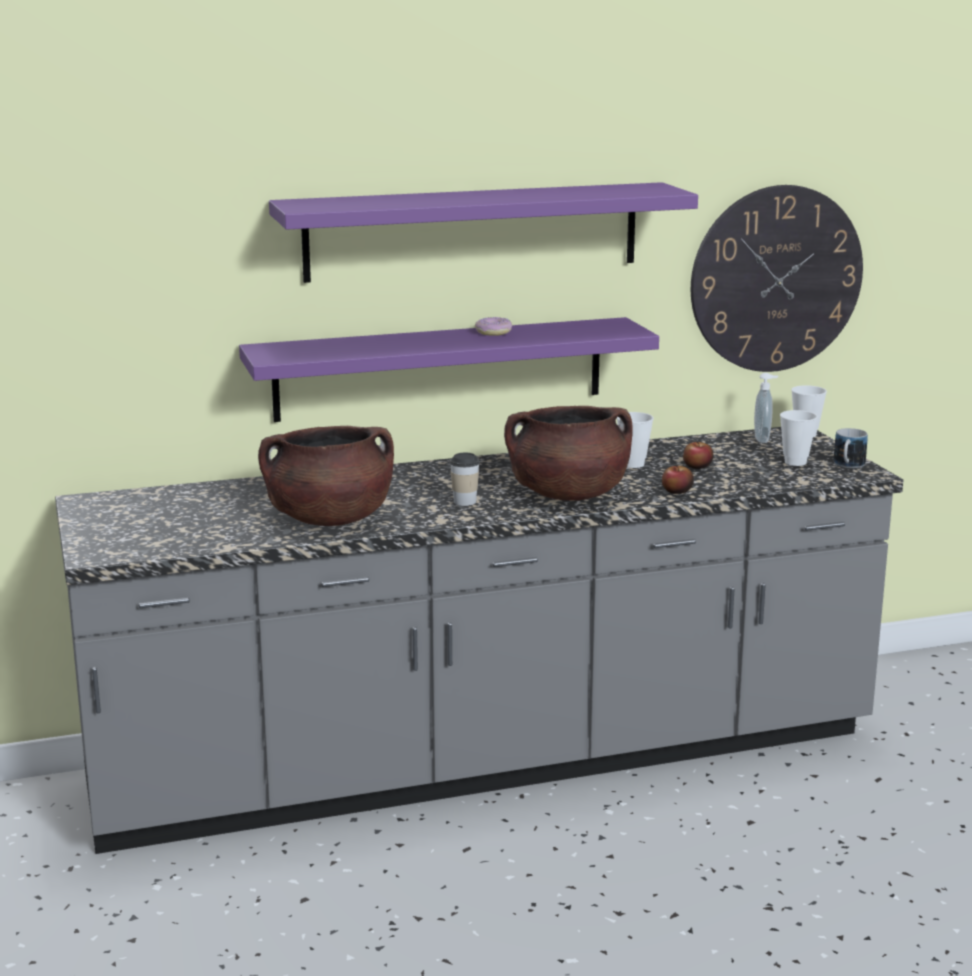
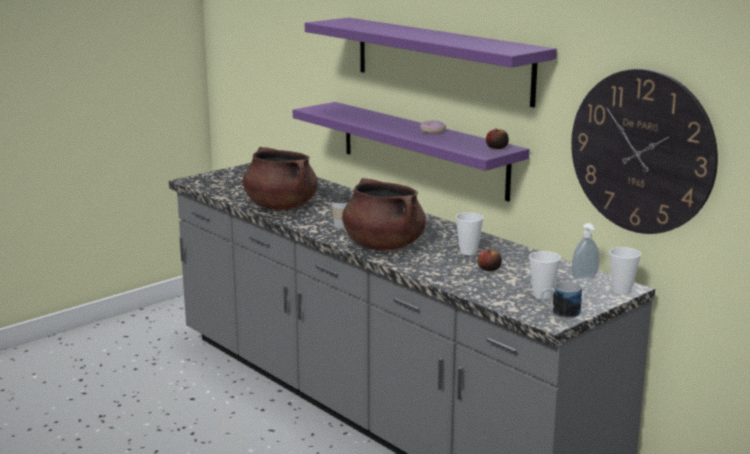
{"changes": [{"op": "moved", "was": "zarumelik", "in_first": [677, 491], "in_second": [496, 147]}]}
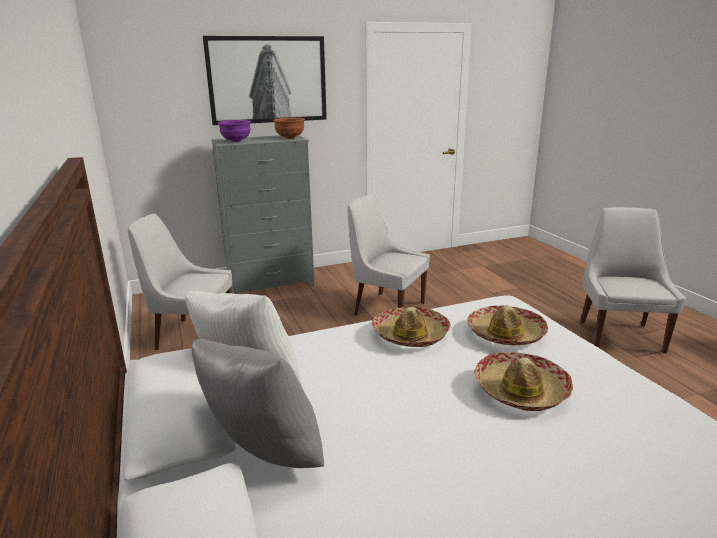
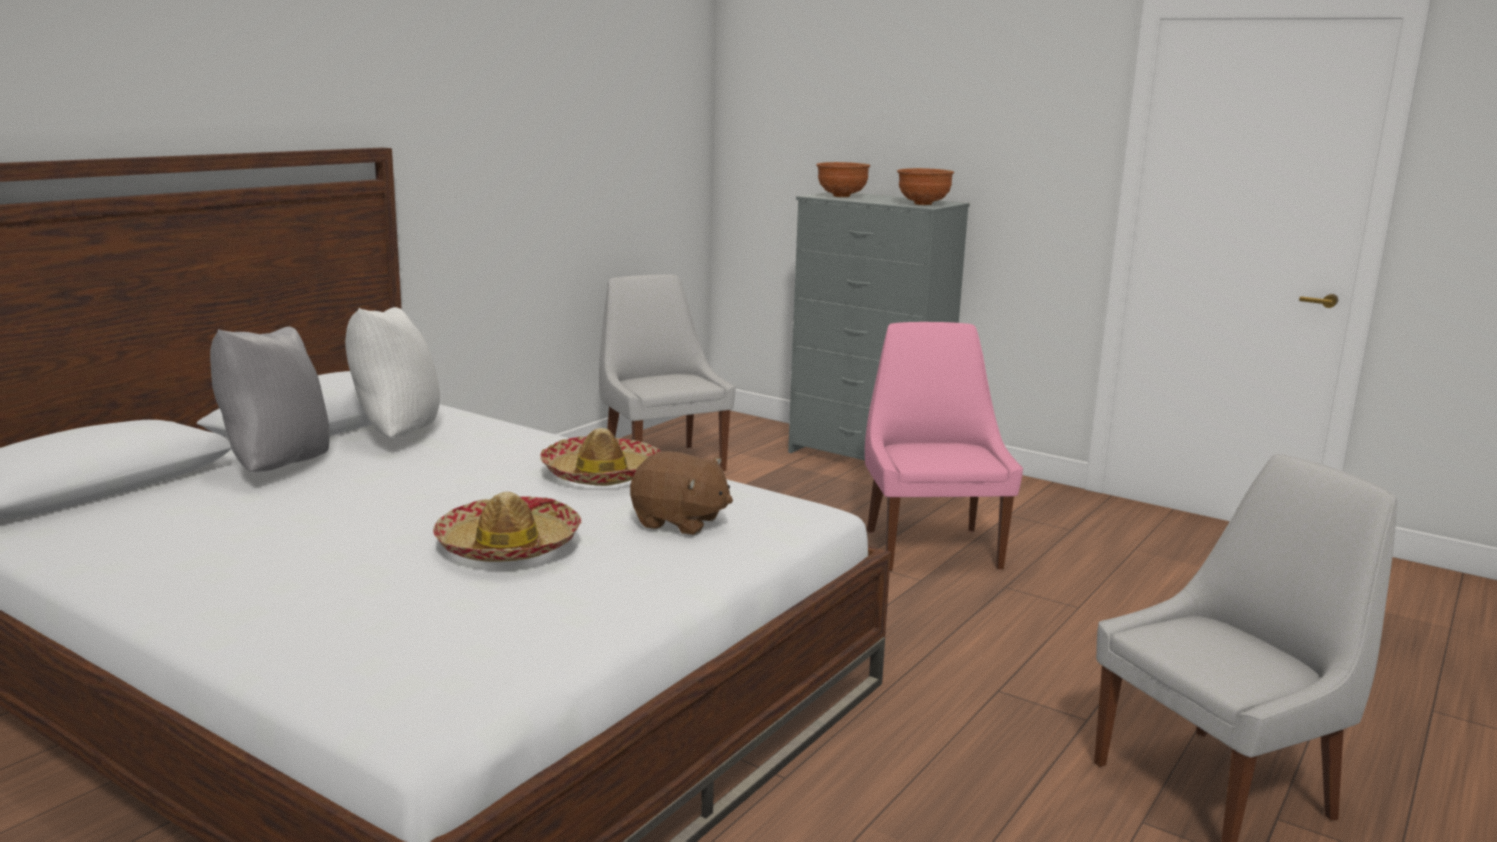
{"changes": [{"op": "removed", "was": "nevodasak", "in_first": [268, 80]}, {"op": "recoloured", "was": "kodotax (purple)", "now": "kodotax (brown)", "in_first": [235, 141], "in_second": [841, 196]}, {"op": "recoloured", "was": "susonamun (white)", "now": "susonamun (pink)", "in_first": [387, 308], "in_second": [931, 547]}, {"op": "replaced", "was": "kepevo", "now": "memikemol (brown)", "in_first": [505, 334], "in_second": [679, 522]}]}
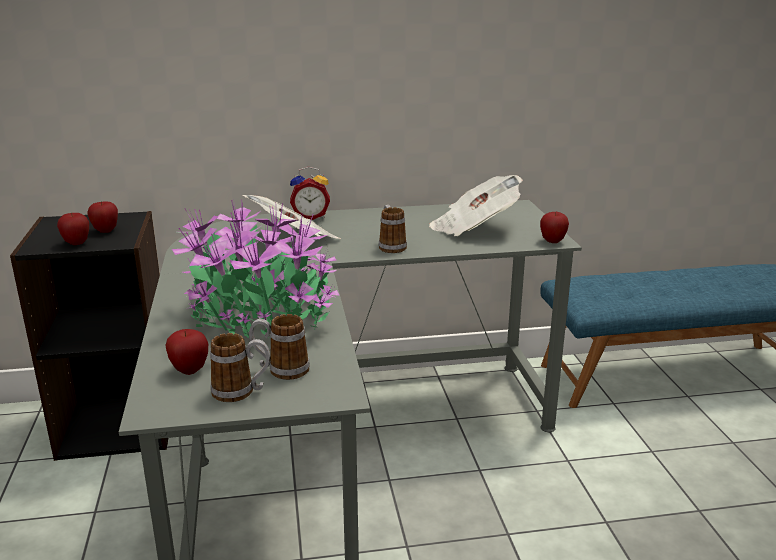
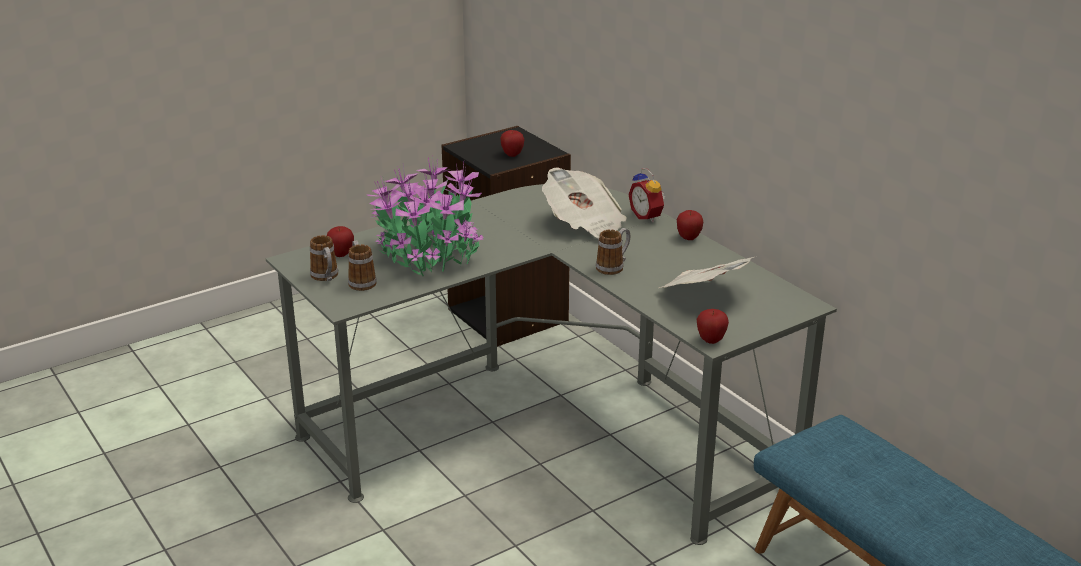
{"changes": [{"op": "moved", "was": "zarumelik", "in_first": [76, 243], "in_second": [688, 238]}]}
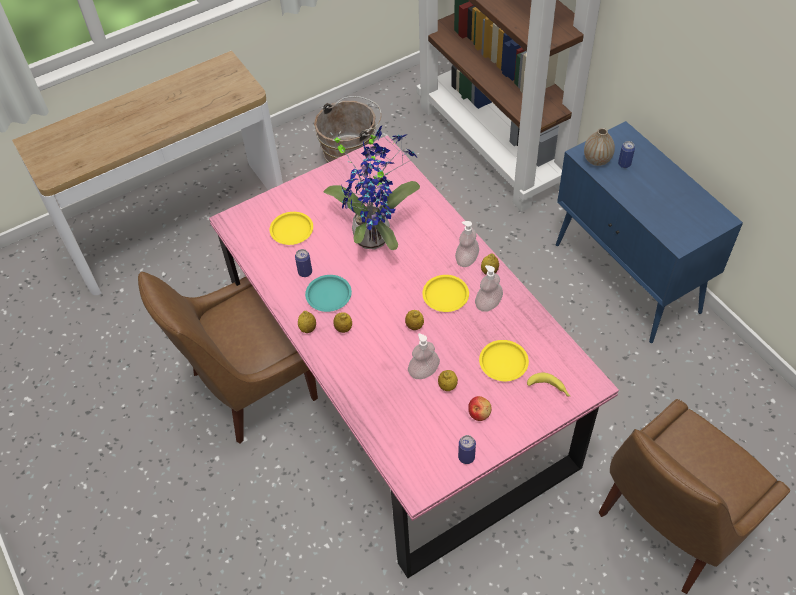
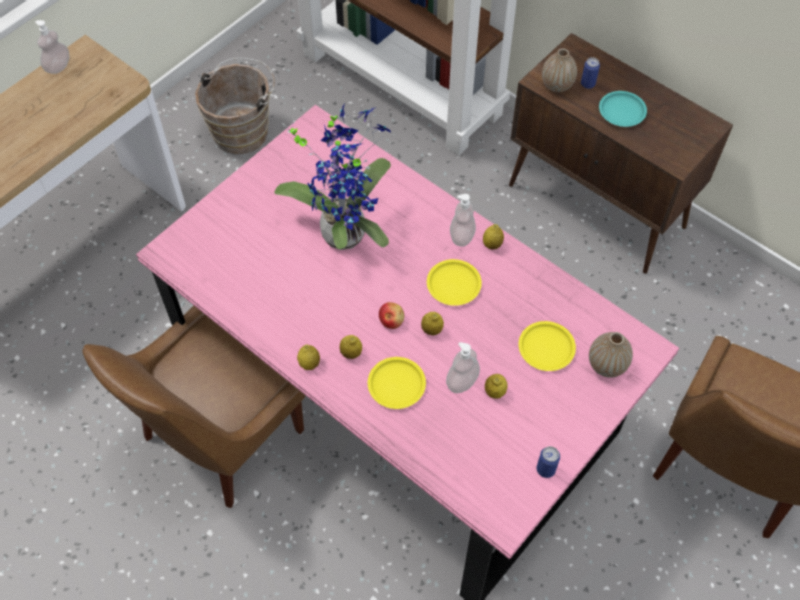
{"changes": [{"op": "recoloured", "was": "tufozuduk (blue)", "now": "tufozuduk (brown)", "in_first": [627, 279], "in_second": [597, 207]}, {"op": "moved", "was": "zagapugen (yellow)", "in_first": [291, 230], "in_second": [396, 384]}, {"op": "removed", "was": "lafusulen", "in_first": [305, 272]}, {"op": "moved", "was": "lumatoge", "in_first": [488, 304], "in_second": [58, 66]}, {"op": "moved", "was": "zagapugen (turquoise)", "in_first": [329, 295], "in_second": [622, 111]}, {"op": "replaced", "was": "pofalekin", "now": "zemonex", "in_first": [549, 388], "in_second": [606, 365]}, {"op": "moved", "was": "zarumelik", "in_first": [479, 413], "in_second": [391, 320]}]}
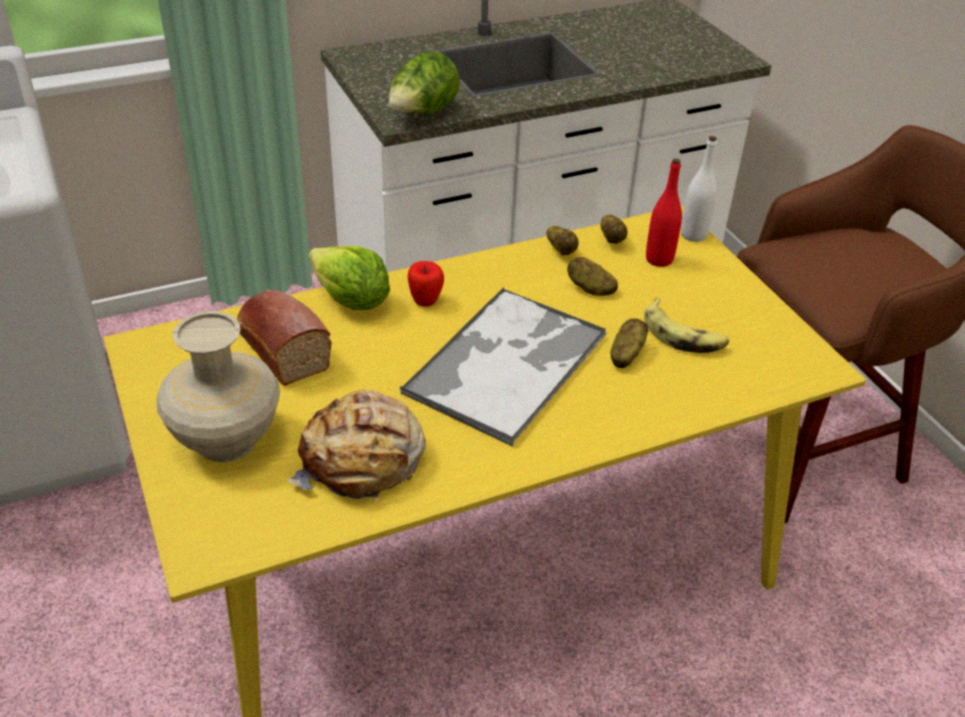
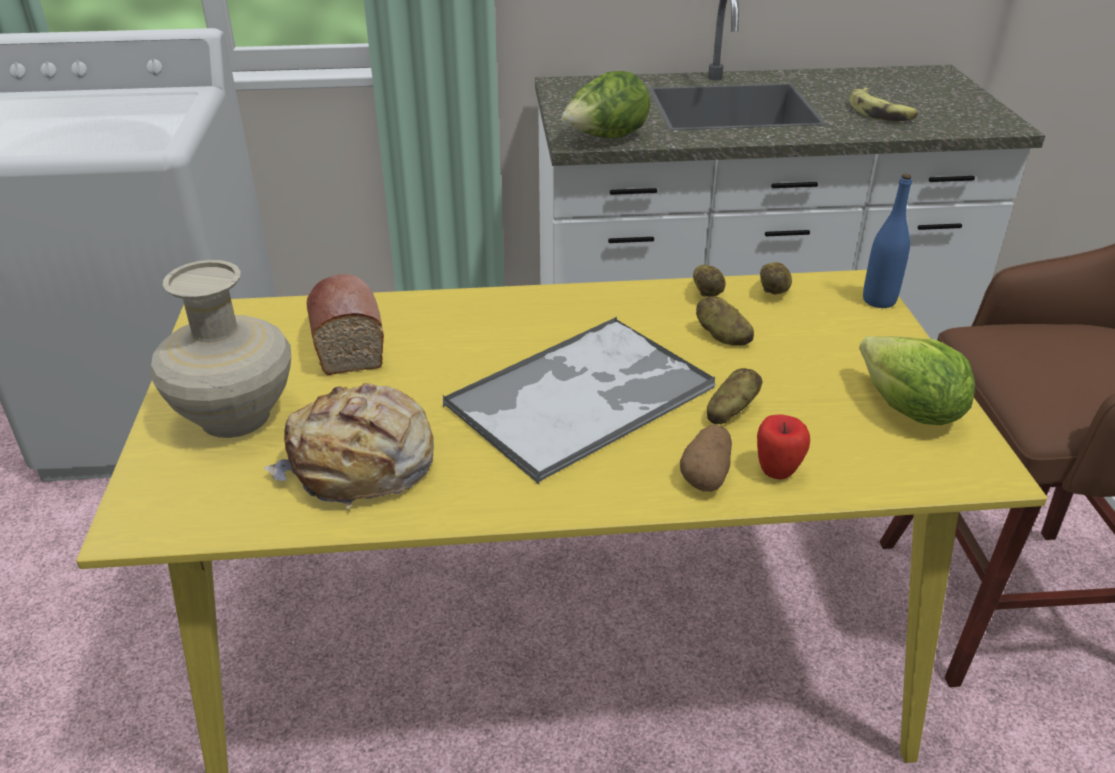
{"changes": [{"op": "recoloured", "was": "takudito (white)", "now": "takudito (blue)", "in_first": [693, 235], "in_second": [879, 300]}, {"op": "removed", "was": "takudito (red)", "in_first": [659, 259]}, {"op": "moved", "was": "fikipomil", "in_first": [351, 301], "in_second": [908, 410]}, {"op": "moved", "was": "zarumelik", "in_first": [425, 301], "in_second": [777, 471]}, {"op": "moved", "was": "pofalekin", "in_first": [683, 335], "in_second": [880, 113]}, {"op": "added", "now": "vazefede", "in_second": [707, 474]}]}
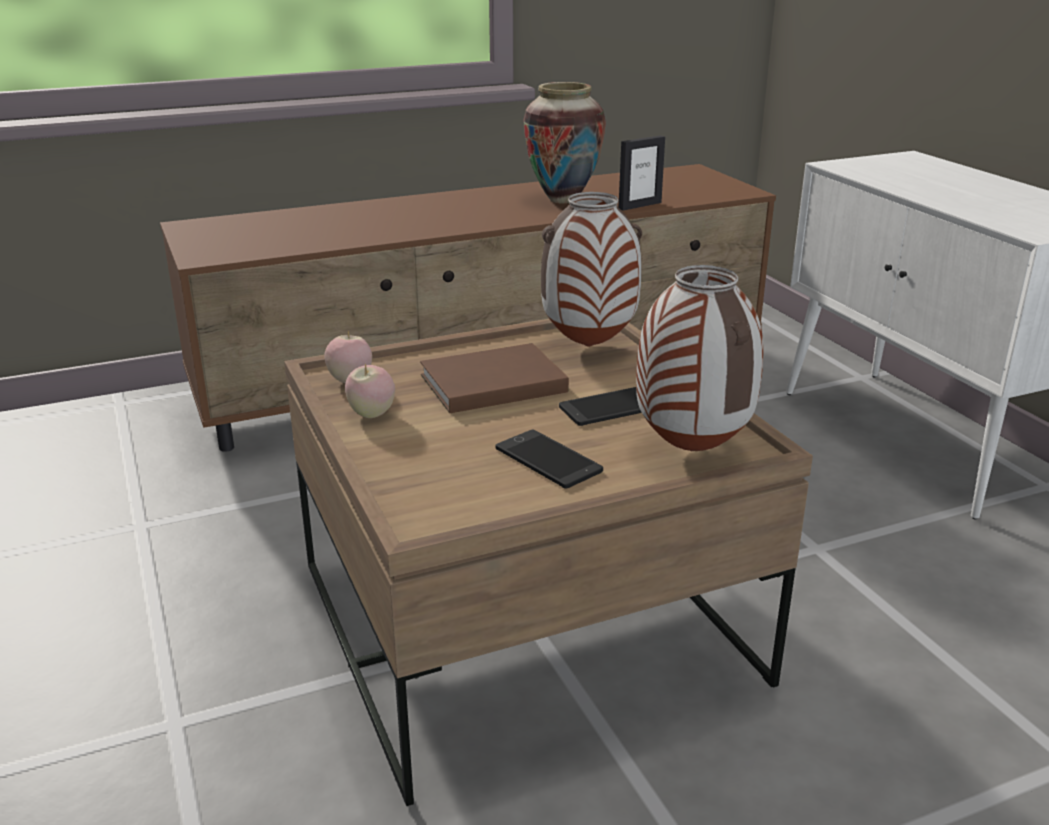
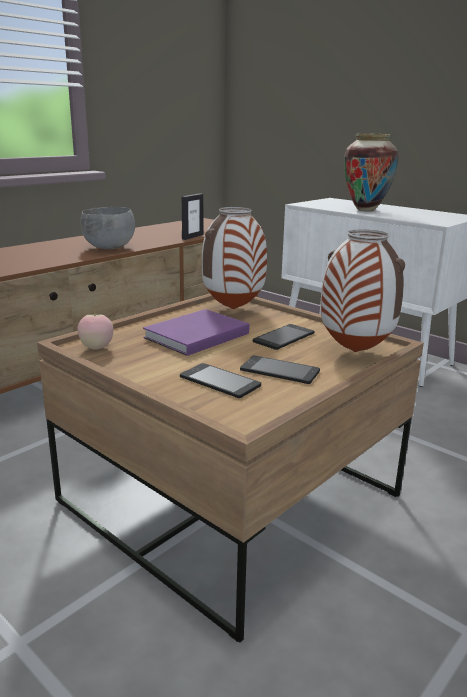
{"changes": [{"op": "moved", "was": "zemonex", "in_first": [562, 200], "in_second": [365, 210]}, {"op": "recoloured", "was": "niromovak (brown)", "now": "niromovak (purple)", "in_first": [489, 383], "in_second": [194, 336]}, {"op": "removed", "was": "zarumelik", "in_first": [371, 414]}, {"op": "added", "now": "kodotax (grey)", "in_second": [109, 248]}, {"op": "added", "now": "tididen", "in_second": [220, 381]}]}
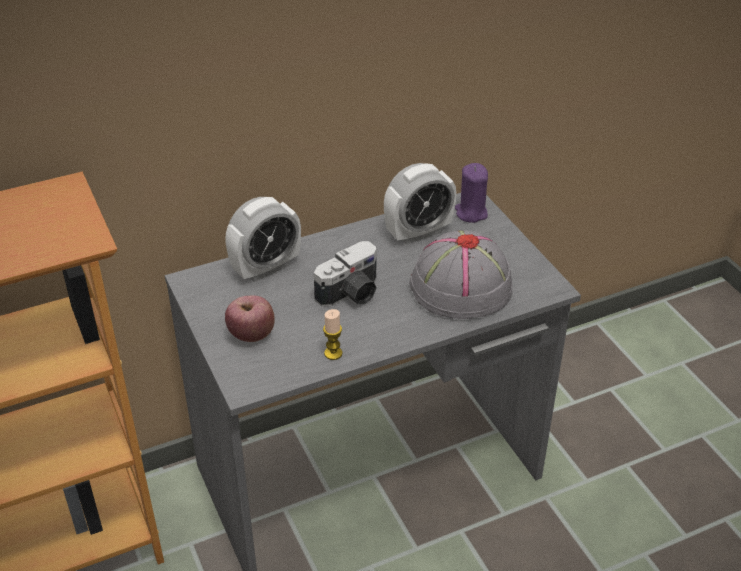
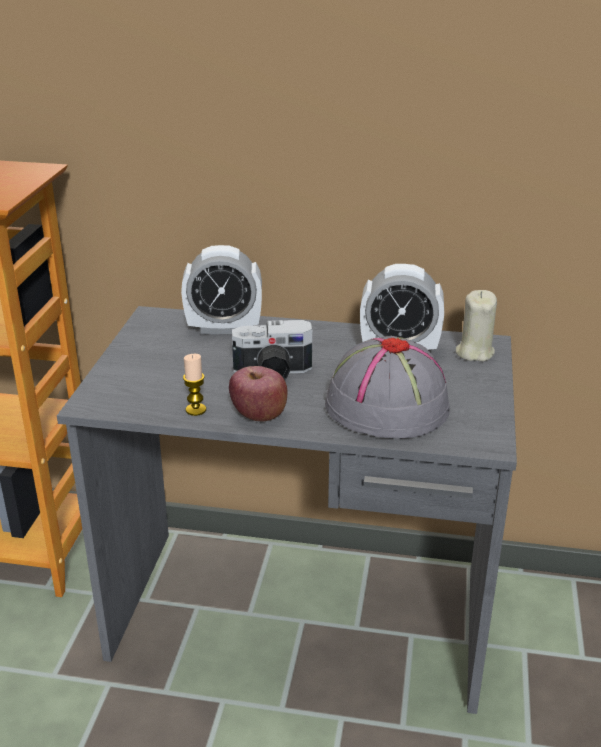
{"changes": [{"op": "recoloured", "was": "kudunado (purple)", "now": "kudunado (beige)", "in_first": [471, 213], "in_second": [474, 352]}, {"op": "moved", "was": "zarumelik", "in_first": [252, 335], "in_second": [259, 415]}]}
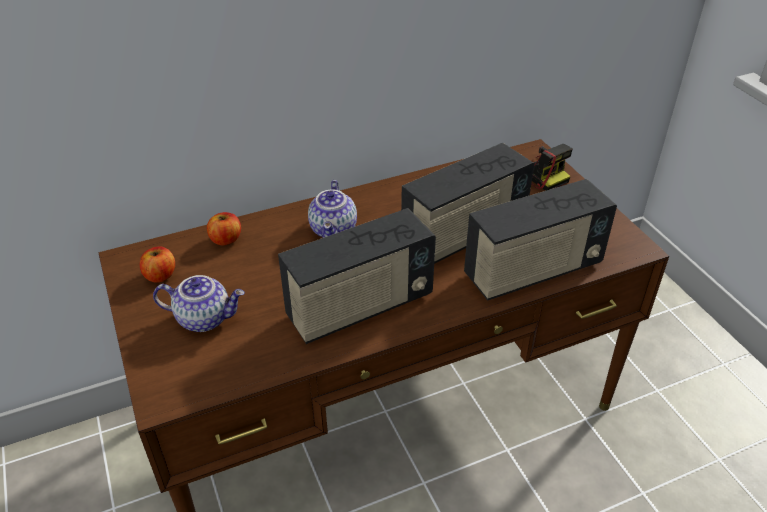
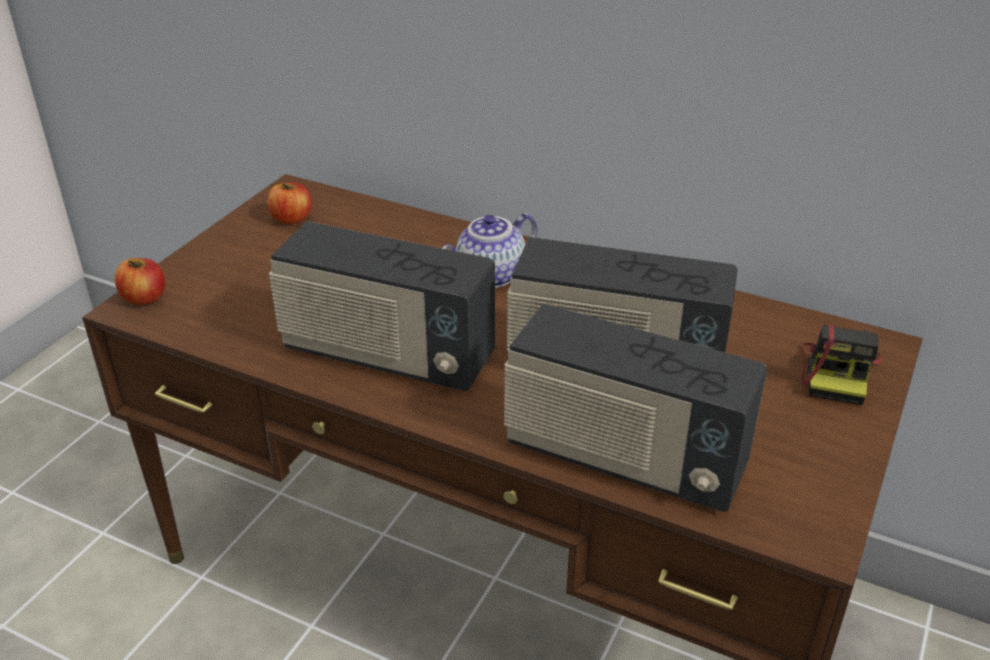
{"changes": [{"op": "moved", "was": "zarumelik", "in_first": [226, 239], "in_second": [144, 298]}, {"op": "removed", "was": "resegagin", "in_first": [205, 318]}]}
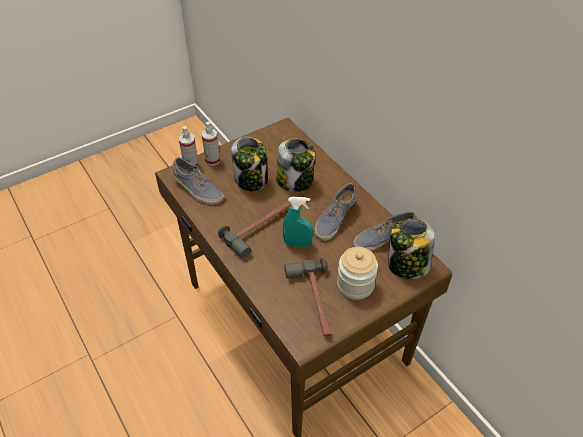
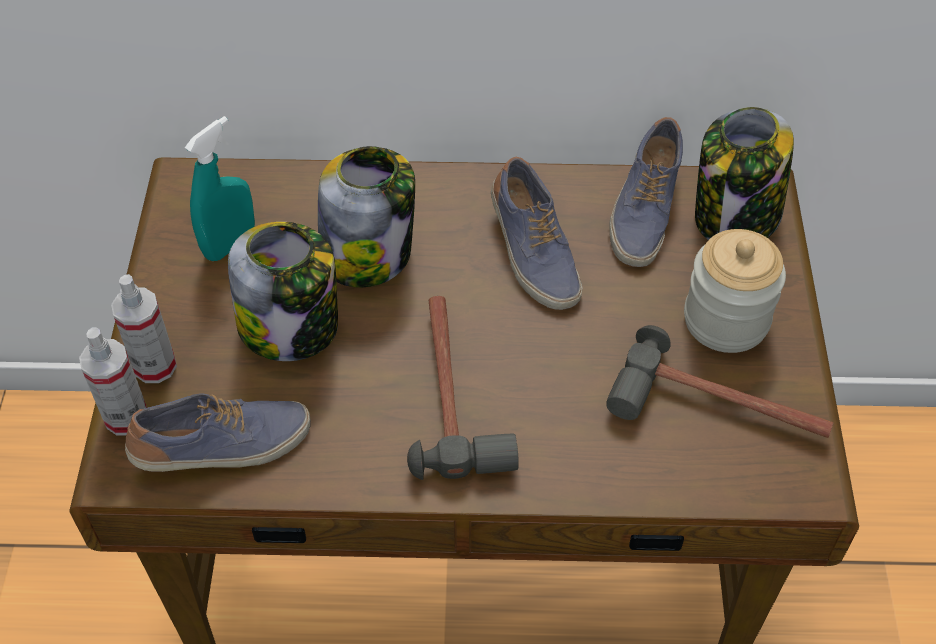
{"changes": [{"op": "moved", "was": "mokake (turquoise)", "in_first": [297, 244], "in_second": [230, 244]}]}
